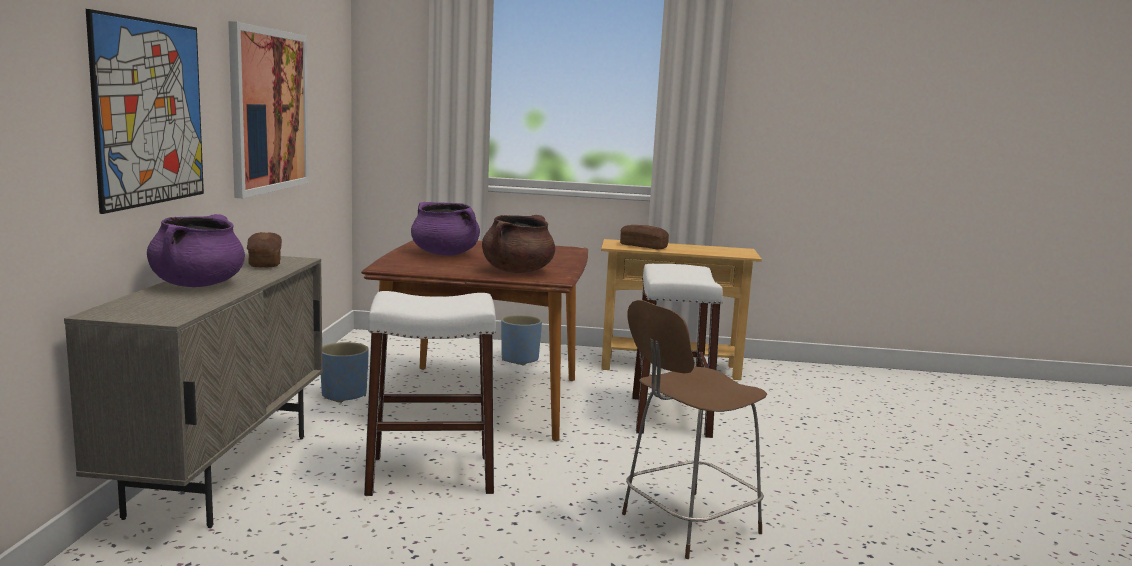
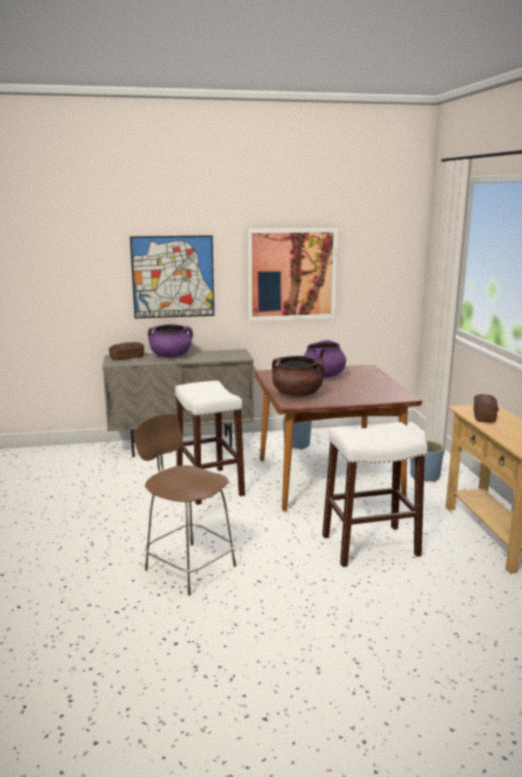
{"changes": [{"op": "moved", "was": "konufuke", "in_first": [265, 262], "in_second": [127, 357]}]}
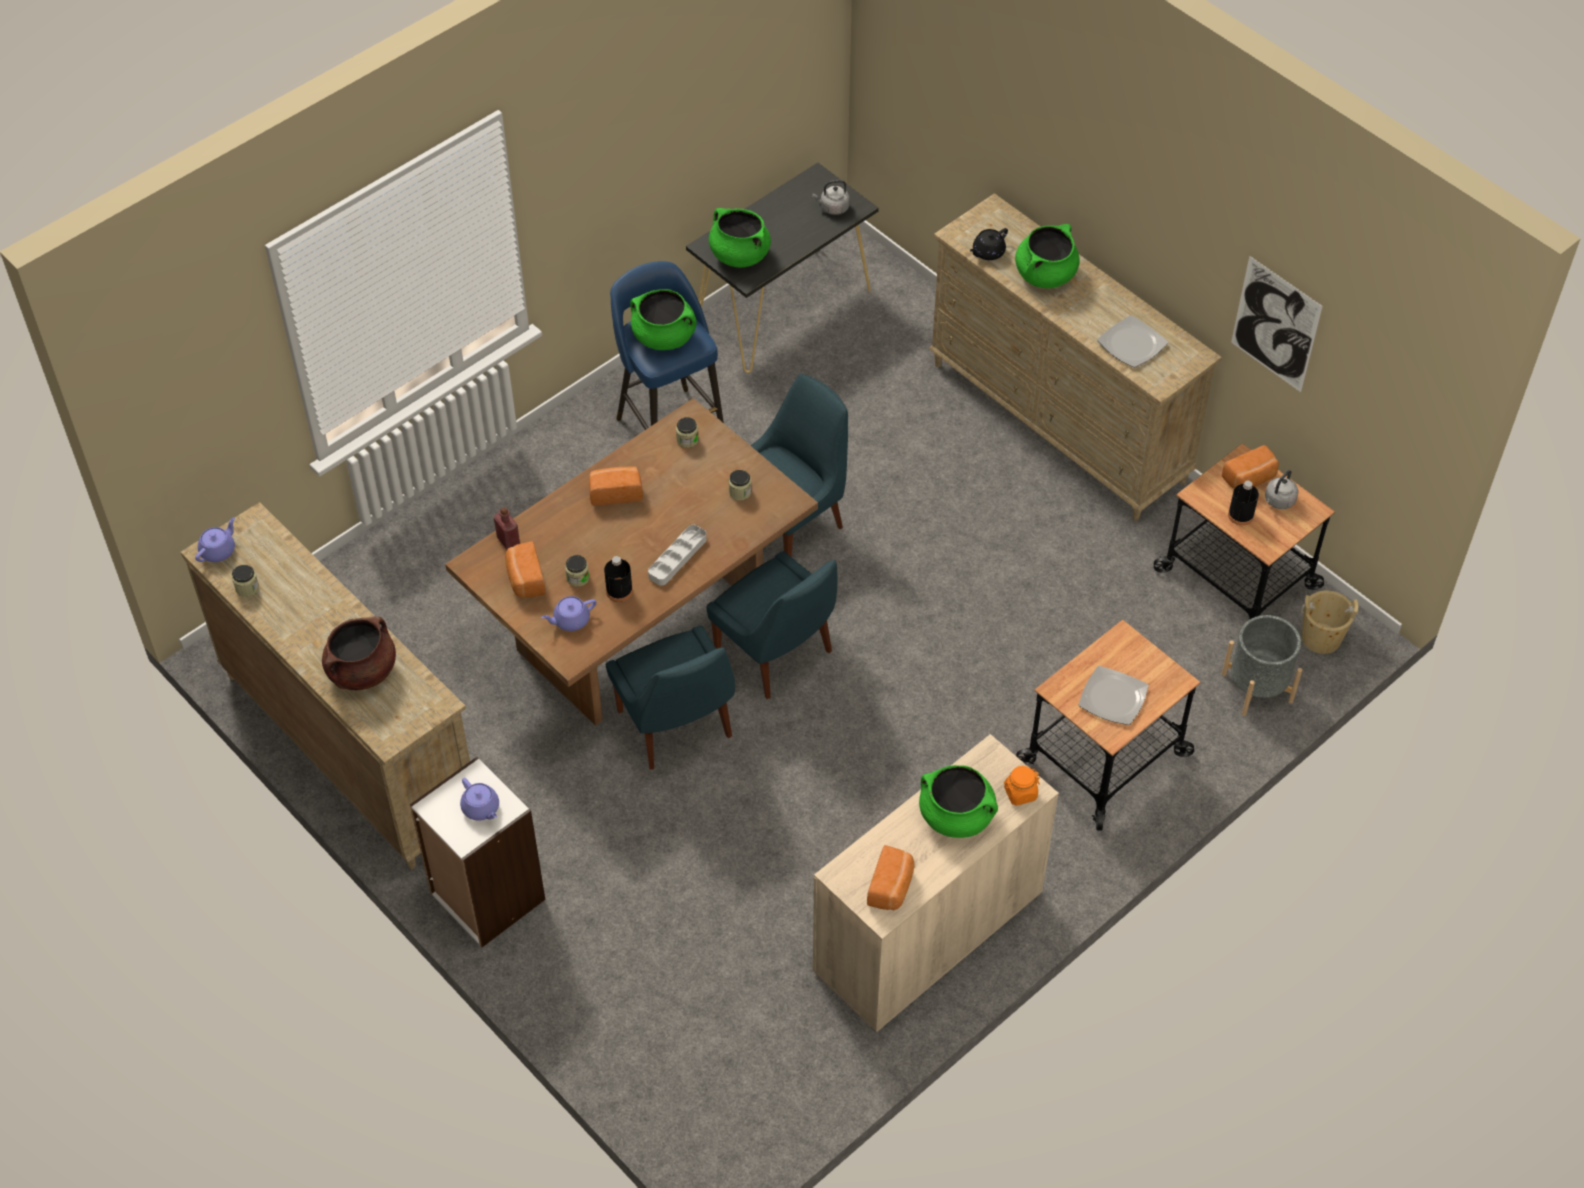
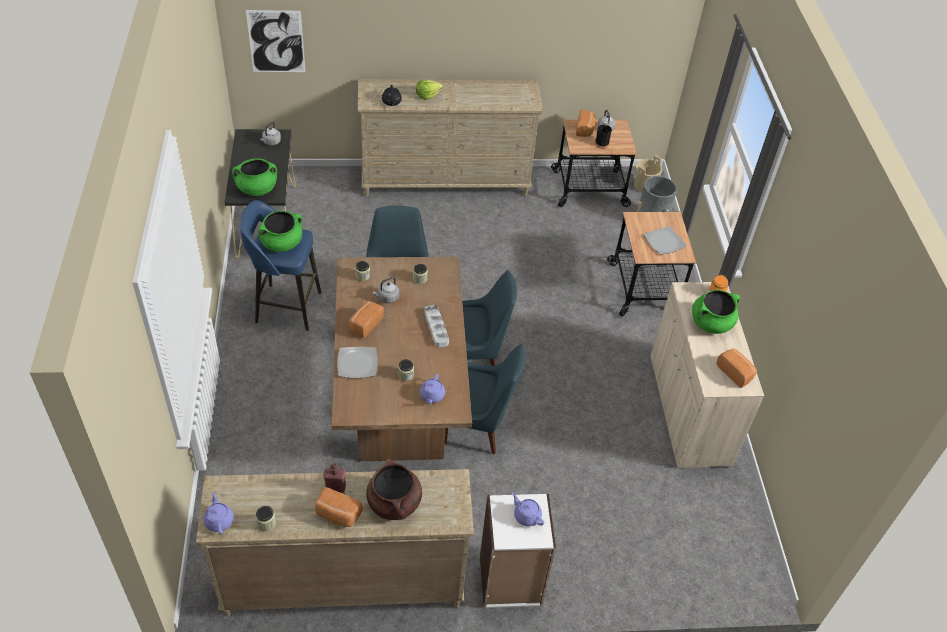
{"changes": [{"op": "replaced", "was": "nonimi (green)", "now": "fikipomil", "in_first": [1045, 274], "in_second": [427, 95]}, {"op": "moved", "was": "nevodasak", "in_first": [1275, 324], "in_second": [276, 41]}, {"op": "moved", "was": "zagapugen", "in_first": [1132, 344], "in_second": [358, 363]}, {"op": "moved", "was": "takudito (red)", "in_first": [508, 541], "in_second": [335, 487]}, {"op": "moved", "was": "konufuke", "in_first": [525, 579], "in_second": [337, 515]}, {"op": "removed", "was": "takudito (black)", "in_first": [619, 591]}, {"op": "turned", "was": "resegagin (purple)", "in_first": [481, 808], "in_second": [526, 516], "clockwise": -135}, {"op": "added", "now": "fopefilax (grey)", "in_second": [387, 298]}]}
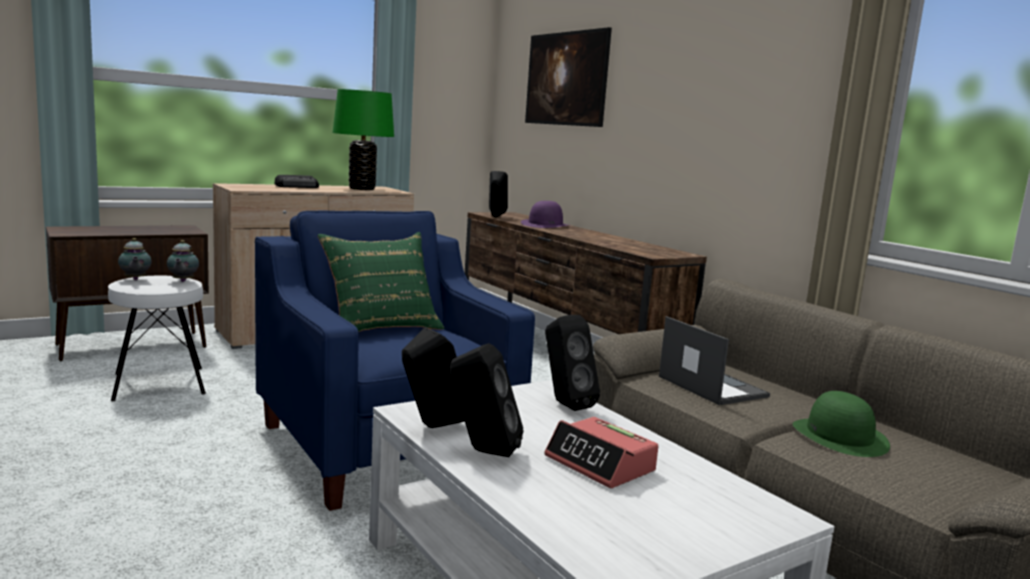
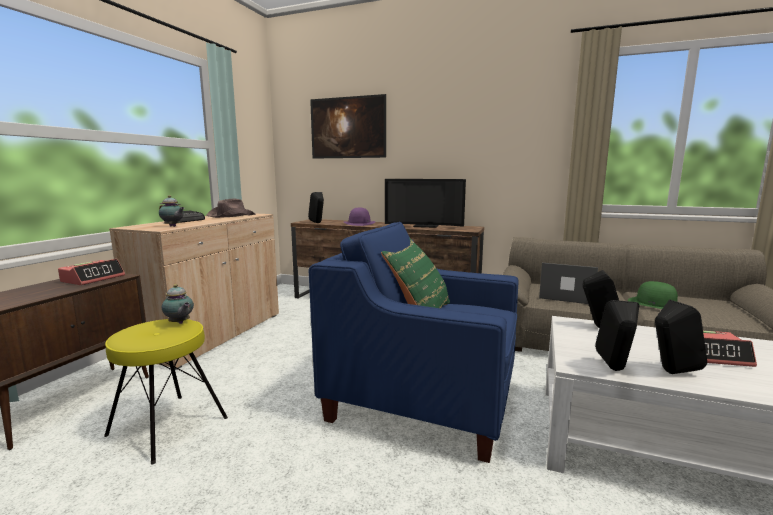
{"changes": [{"op": "replaced", "was": "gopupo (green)", "now": "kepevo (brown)", "in_first": [362, 189], "in_second": [231, 216]}, {"op": "moved", "was": "resegagin", "in_first": [135, 279], "in_second": [173, 226]}, {"op": "recoloured", "was": "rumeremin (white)", "now": "rumeremin (yellow)", "in_first": [158, 383], "in_second": [167, 426]}, {"op": "added", "now": "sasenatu", "in_second": [425, 226]}, {"op": "added", "now": "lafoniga", "in_second": [93, 279]}]}
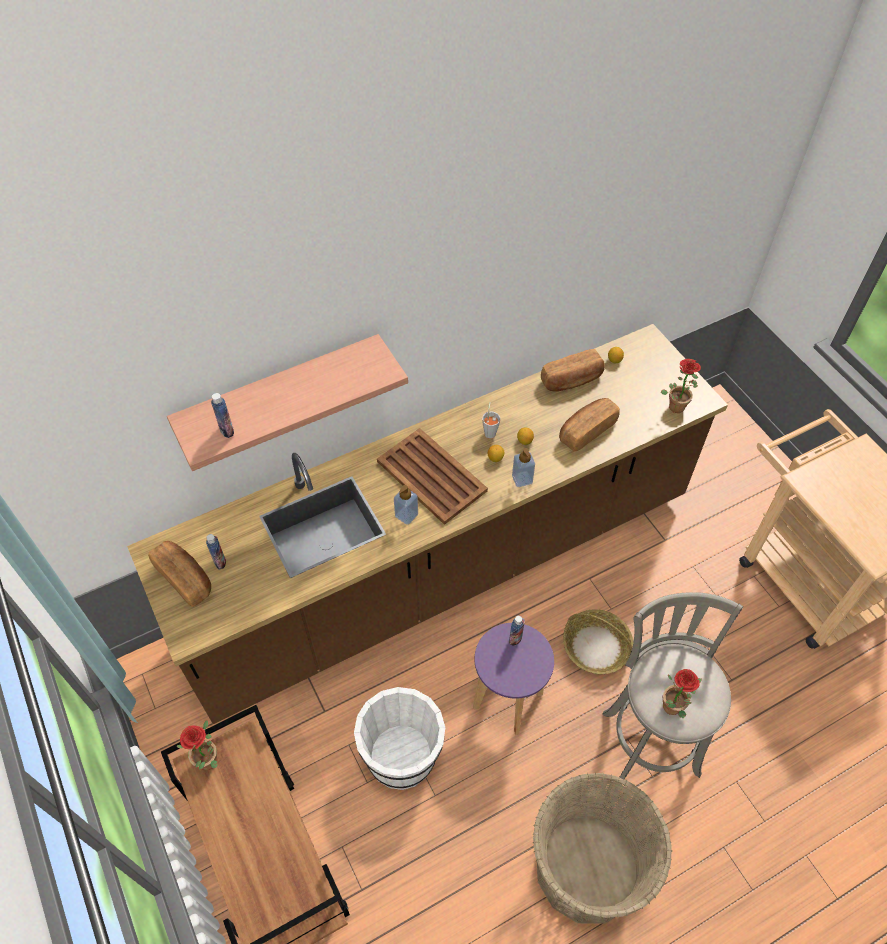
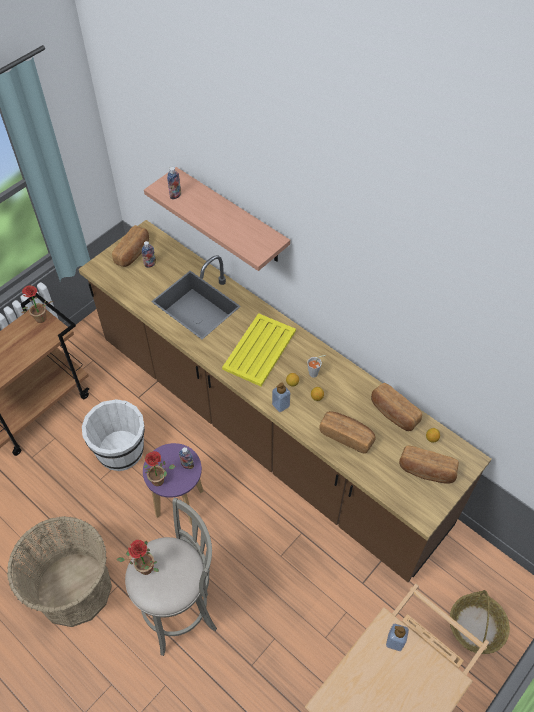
{"changes": [{"op": "moved", "was": "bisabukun", "in_first": [676, 404], "in_second": [160, 480]}, {"op": "recoloured", "was": "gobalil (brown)", "now": "gobalil (yellow)", "in_first": [432, 477], "in_second": [259, 350]}, {"op": "moved", "was": "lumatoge", "in_first": [406, 515], "in_second": [395, 641]}, {"op": "moved", "was": "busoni", "in_first": [596, 647], "in_second": [476, 626]}, {"op": "added", "now": "konufuke", "in_second": [426, 471]}]}
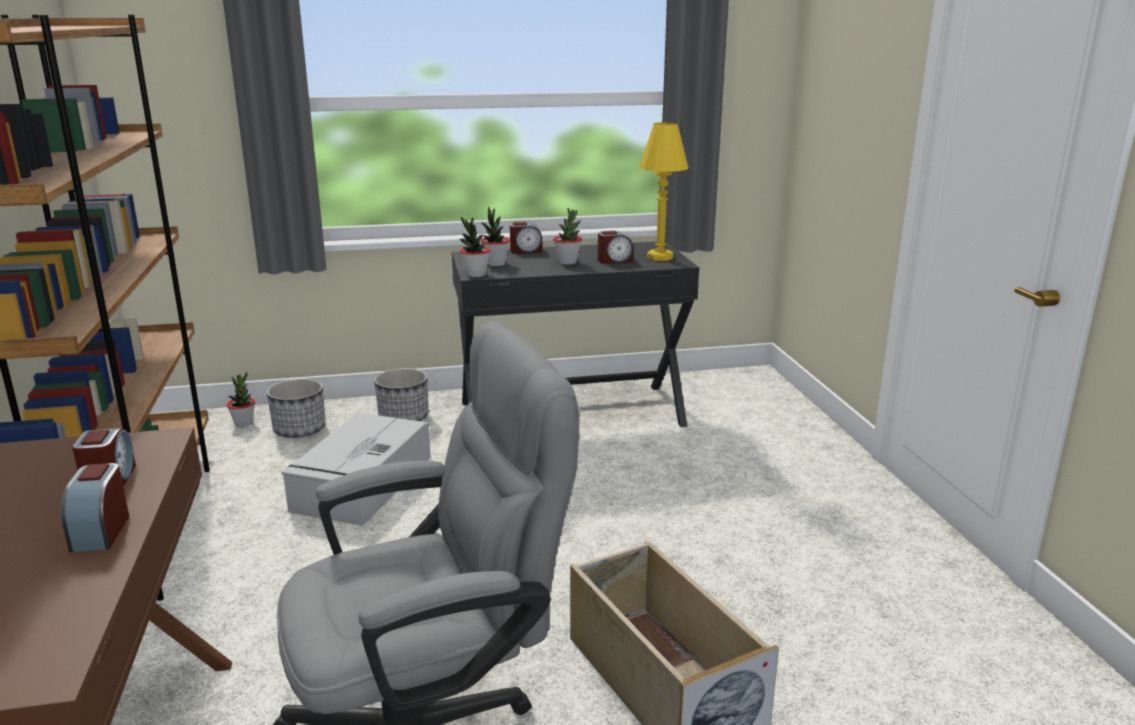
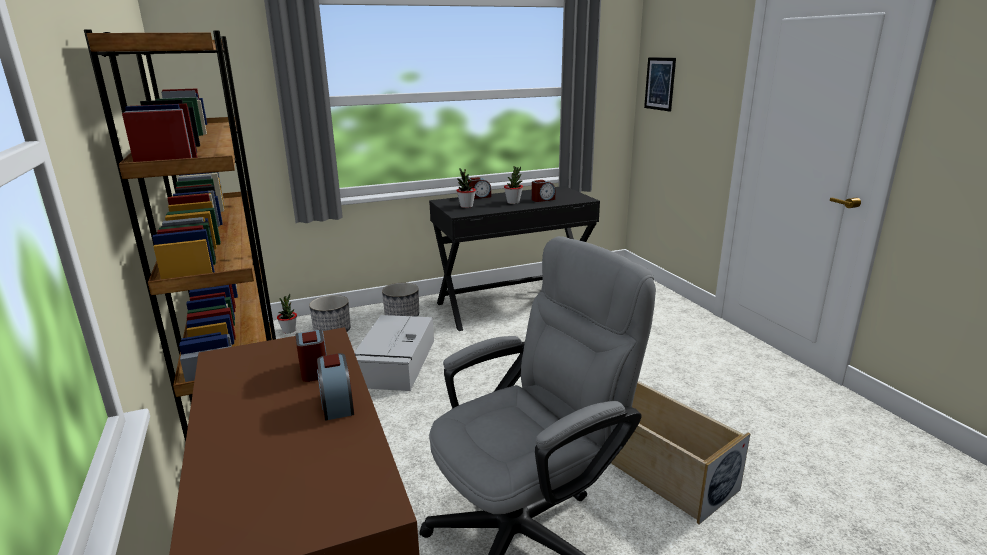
{"changes": [{"op": "removed", "was": "gopupo (yellow)", "in_first": [659, 257]}, {"op": "removed", "was": "bisabukun", "in_first": [475, 275]}, {"op": "added", "now": "nevodasak", "in_second": [660, 84]}]}
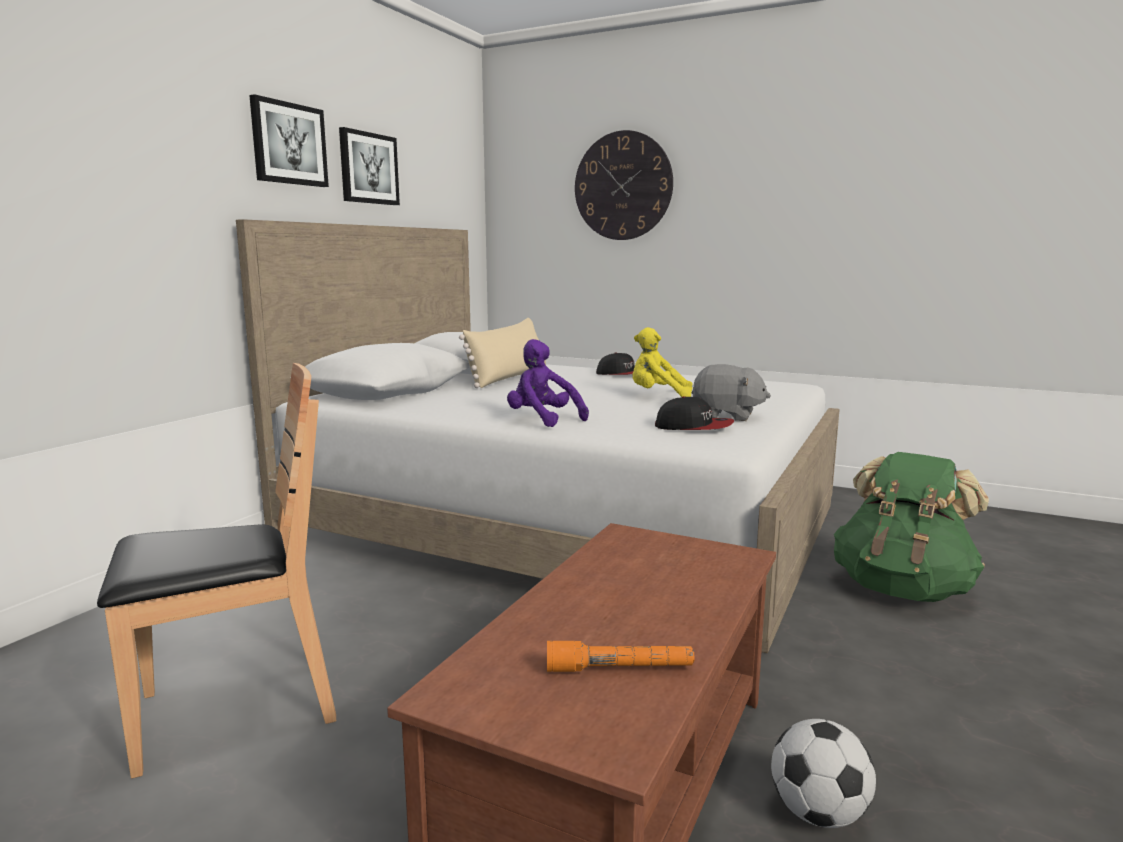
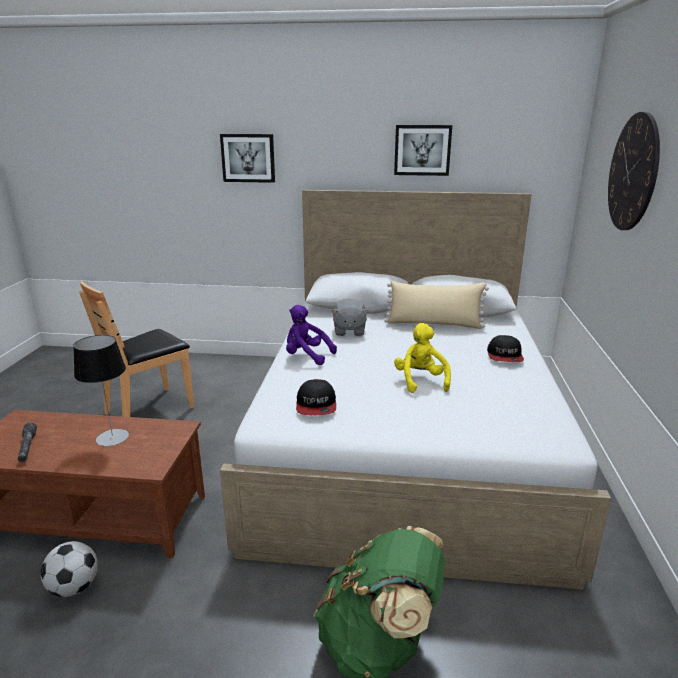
{"changes": [{"op": "moved", "was": "nevodasak", "in_first": [288, 144], "in_second": [248, 158]}, {"op": "turned", "was": "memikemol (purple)", "in_first": [542, 420], "in_second": [306, 356], "clockwise": -90}, {"op": "turned", "was": "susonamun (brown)", "in_first": [234, 711], "in_second": [150, 409], "clockwise": 90}, {"op": "moved", "was": "memikemol (grey)", "in_first": [727, 416], "in_second": [349, 331]}, {"op": "recoloured", "was": "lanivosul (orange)", "now": "lanivosul (grey)", "in_first": [619, 669], "in_second": [27, 447]}, {"op": "added", "now": "gopupo", "in_second": [112, 437]}]}
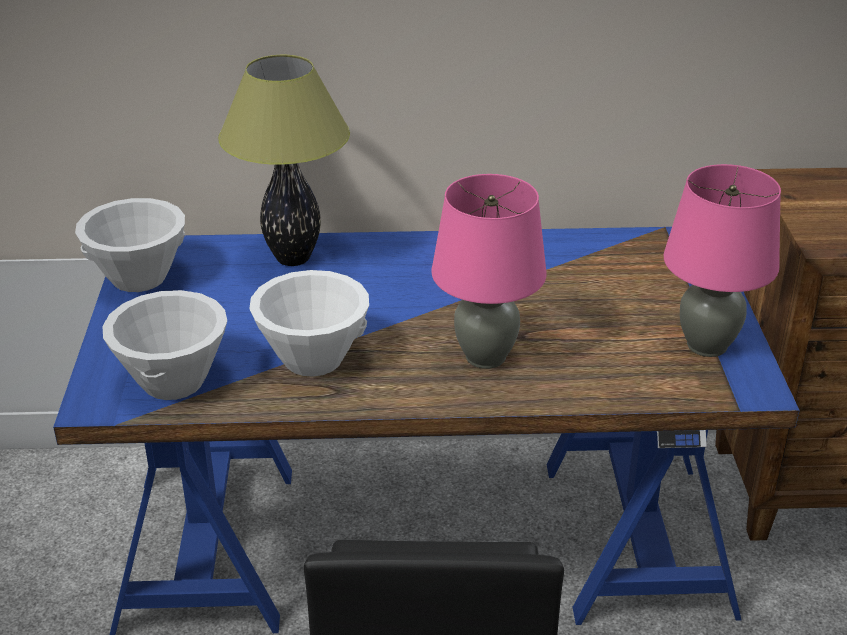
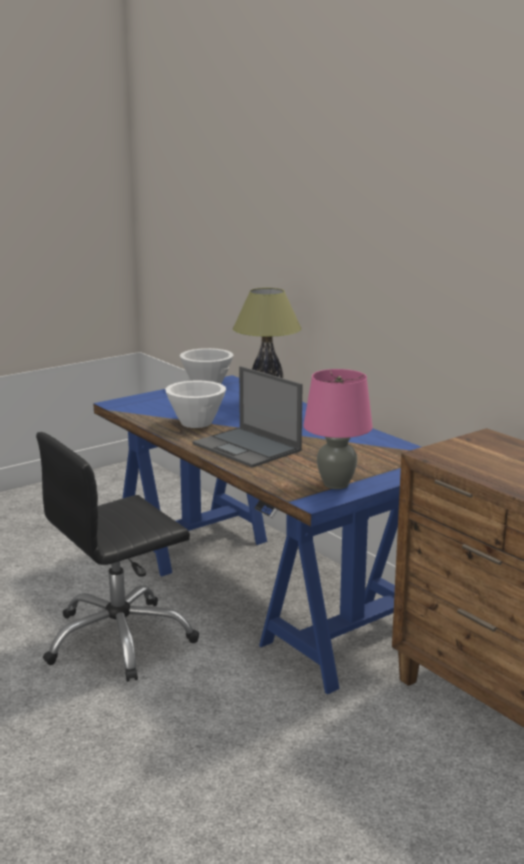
{"changes": [{"op": "replaced", "was": "gopupo (pink)", "now": "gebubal", "in_first": [485, 357], "in_second": [248, 448]}, {"op": "removed", "was": "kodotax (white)", "in_first": [172, 382]}]}
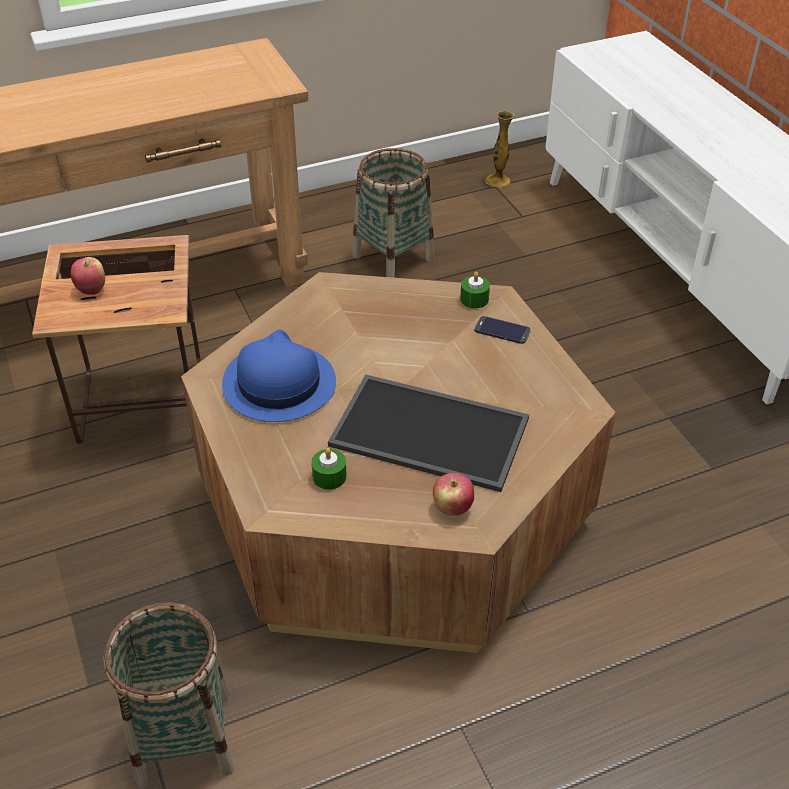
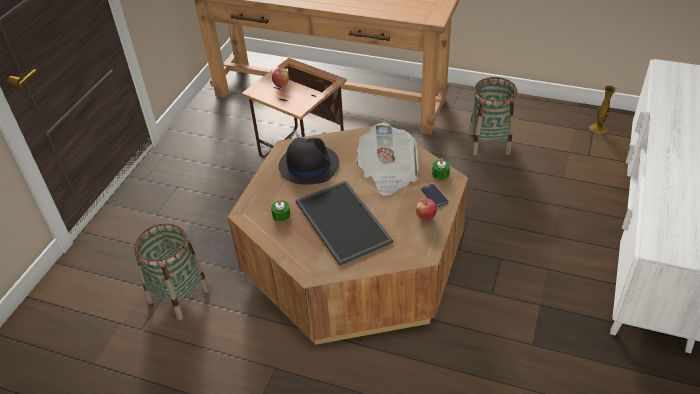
{"changes": [{"op": "recoloured", "was": "kepevo (blue)", "now": "kepevo (black)", "in_first": [278, 384], "in_second": [308, 165]}, {"op": "moved", "was": "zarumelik", "in_first": [452, 508], "in_second": [425, 217]}, {"op": "added", "now": "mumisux", "in_second": [388, 173]}]}
